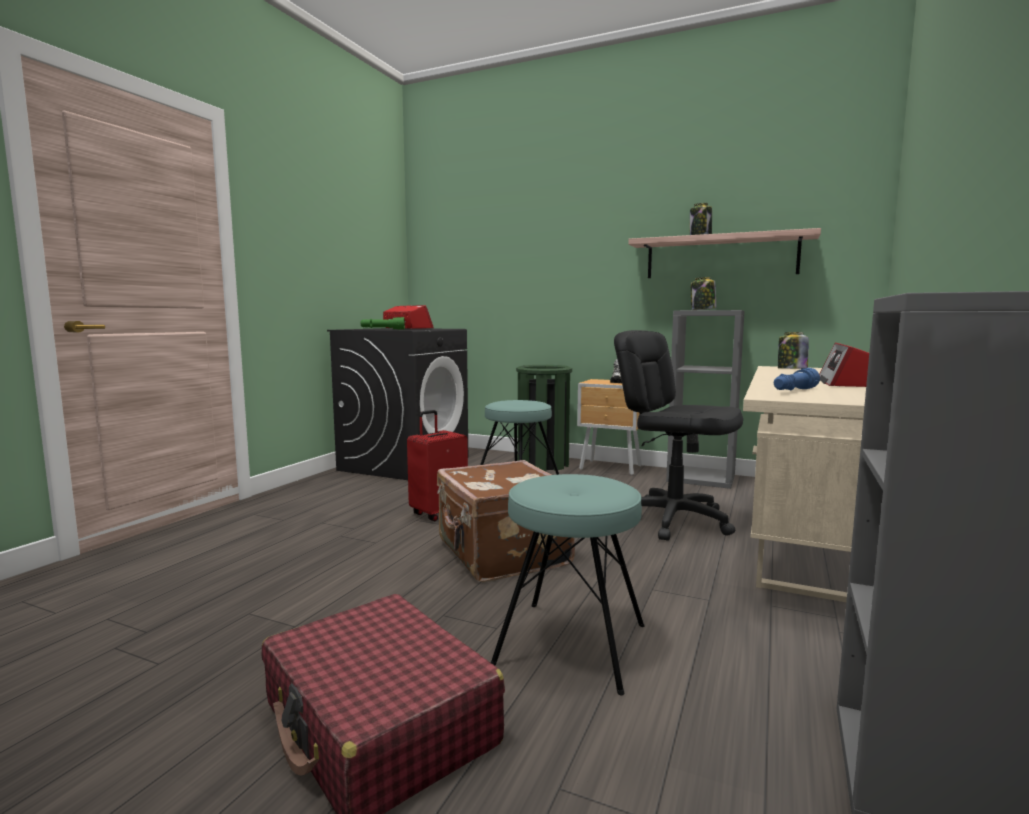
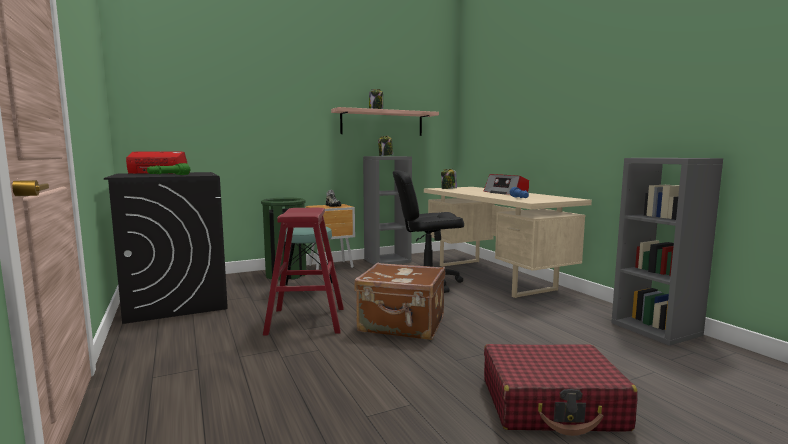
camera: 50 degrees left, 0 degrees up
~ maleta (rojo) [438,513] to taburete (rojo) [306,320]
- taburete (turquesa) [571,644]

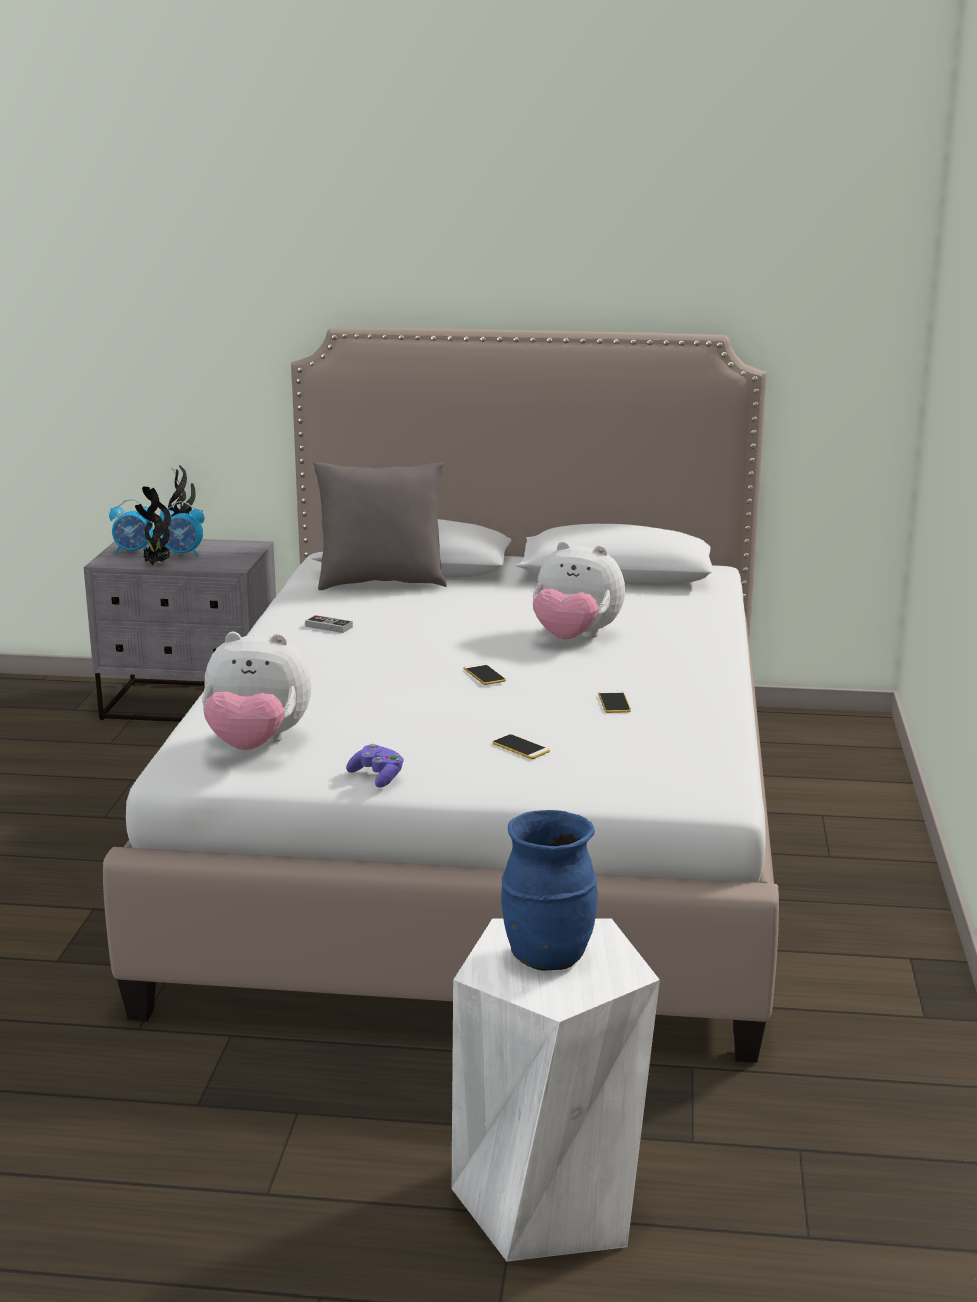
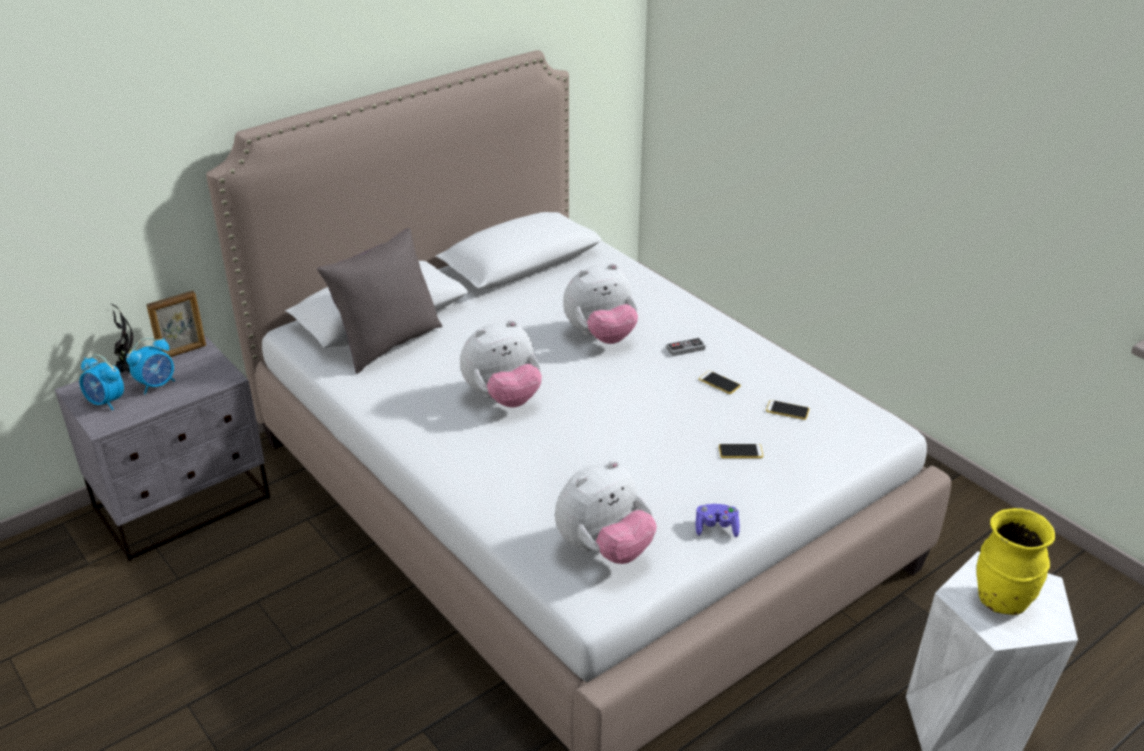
camera: 45 degrees left, 15 degrees up
- planta en maceta [156,564]
~ despertador [134,552] = [106,402] 75 degrees clockwise
~ mando de consola [329,627] to [685,349]
~ móvil [484,675] to [787,410]
~ florero (azul) [547,956] to florero (amarillo) [1001,600]
+ portarretratos [183,352]
+ peluche [503,398]

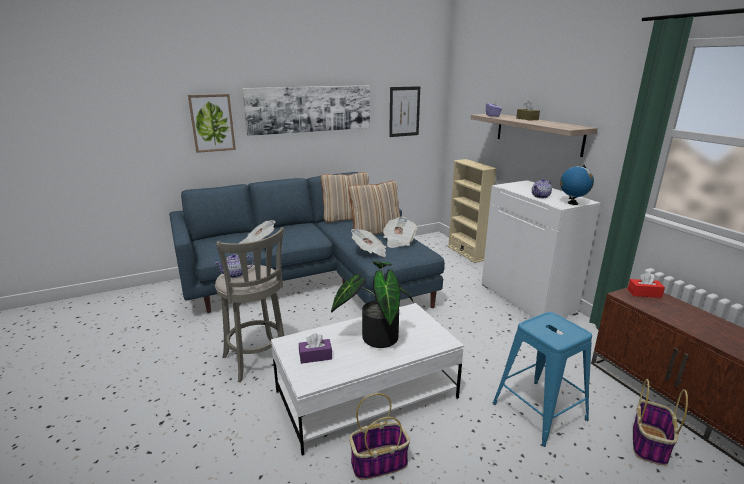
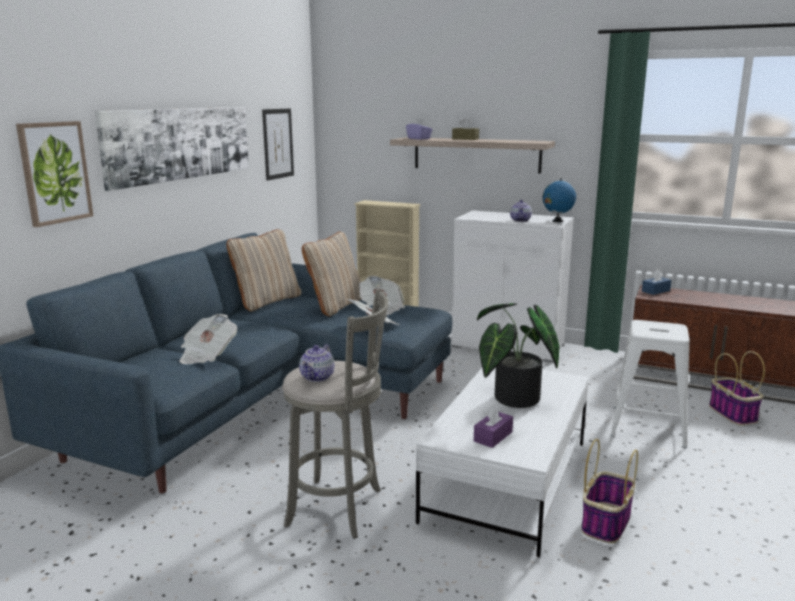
camera: 40 degrees left, 5 degrees down
~ caja de pañuelos (rojo) [644,293] to caja de pañuelos (azul) [655,291]
~ taburete (azul) [538,411] to taburete (blanco) [647,426]

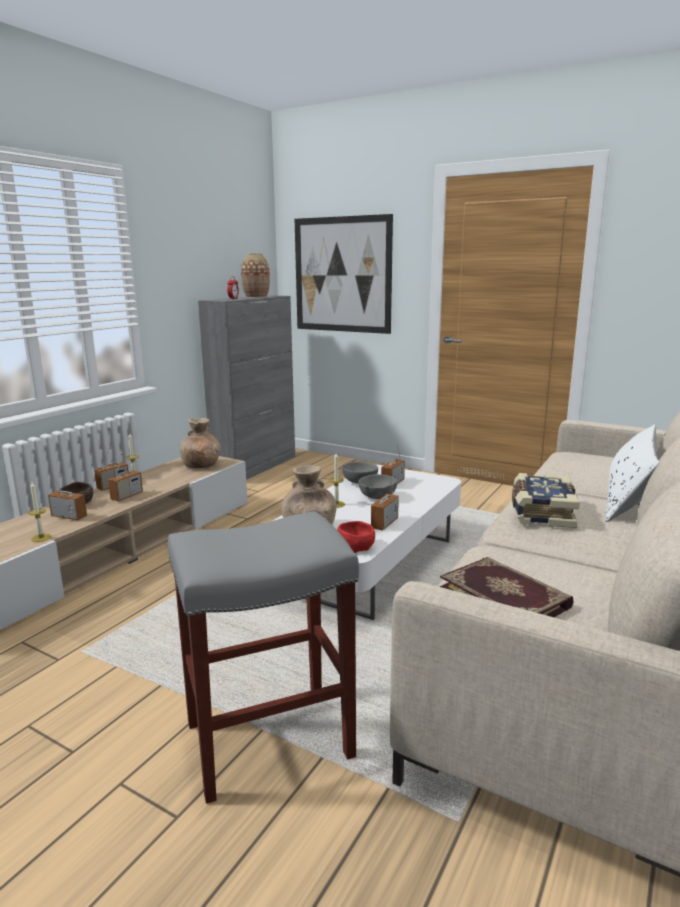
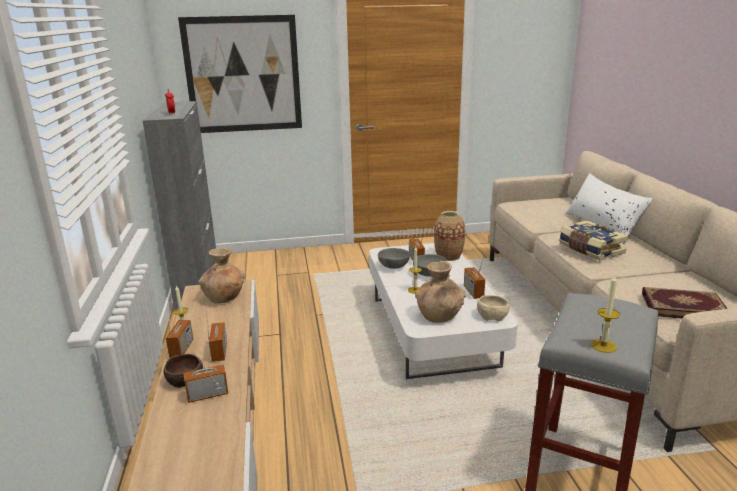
camera: 40 degrees left, 5 degrees up
~ florero [256,297] to [448,256]
~ vela [41,538] to [603,346]
~ cuenco (rojo) [356,546] to cuenco (beis) [492,315]

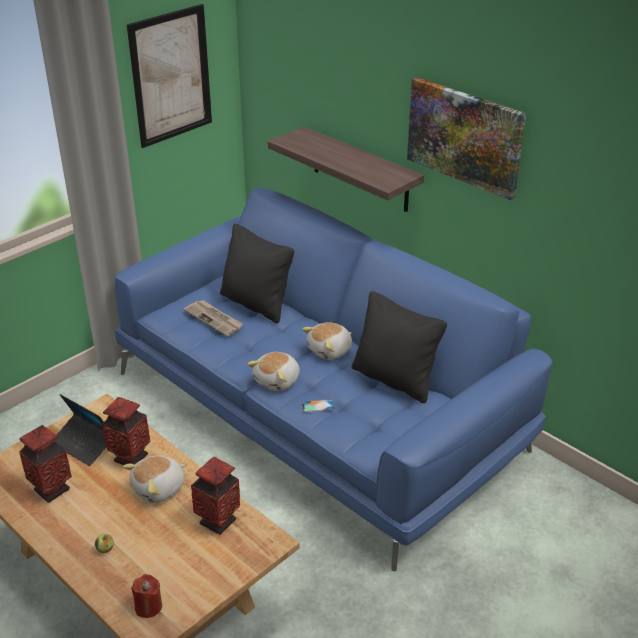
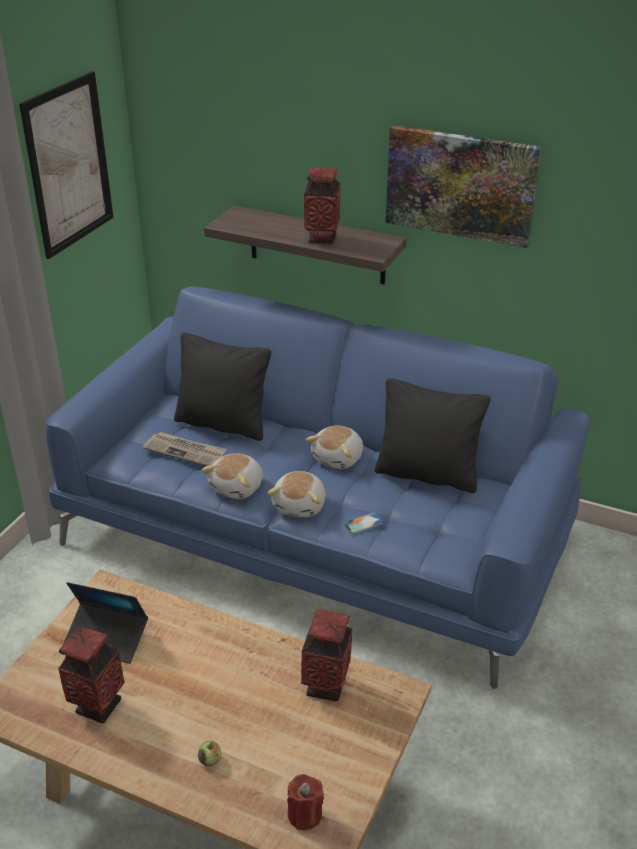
camera: 20 degrees left, 0 degrees up
~ florero [130,458] to [322,239]
~ peluche [159,488] to [238,487]

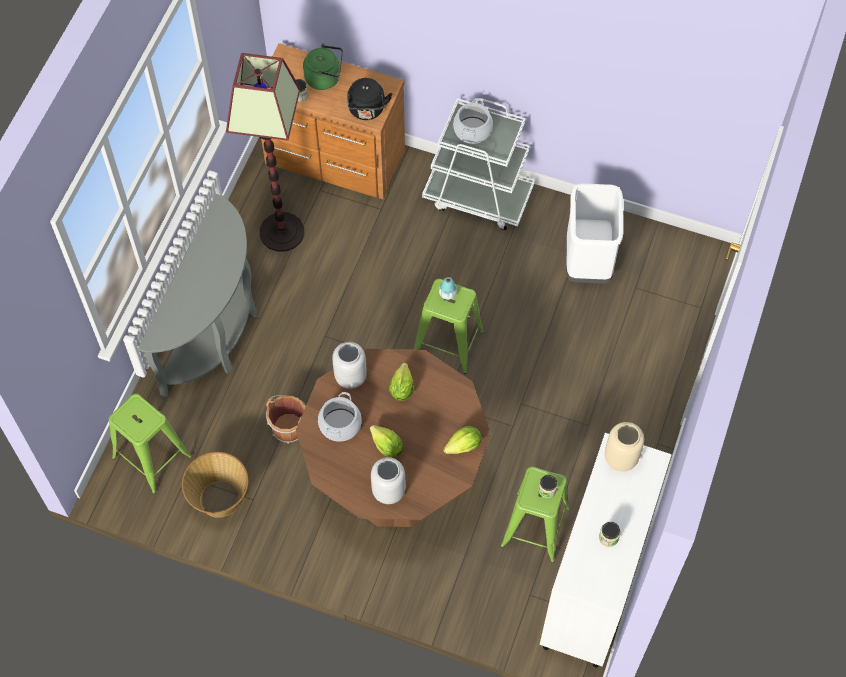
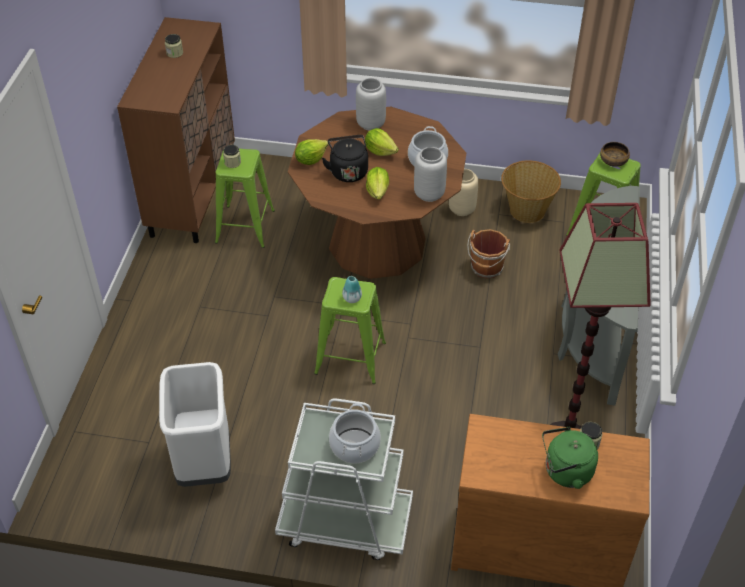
camera: 170 degrees right, 15 degrees down
~ hervidor (negro) [367,110] to [348,171]
~ florero (beis) [620,457] to [462,210]
~ armario (blanco) [592,588] to armario (marrón) [192,194]
+ cuenco [613,161]

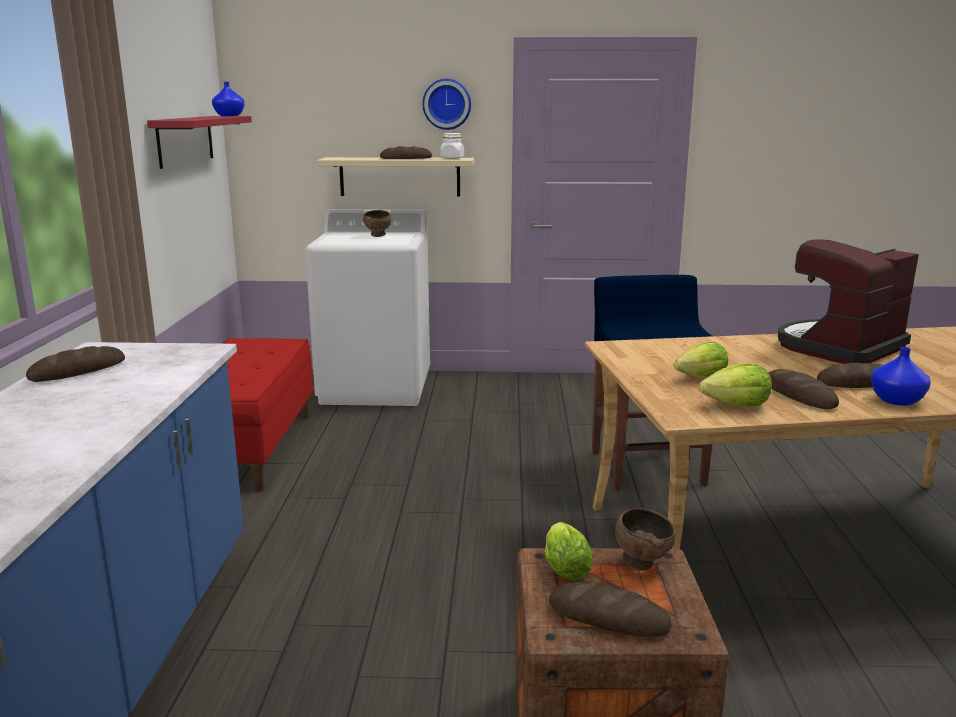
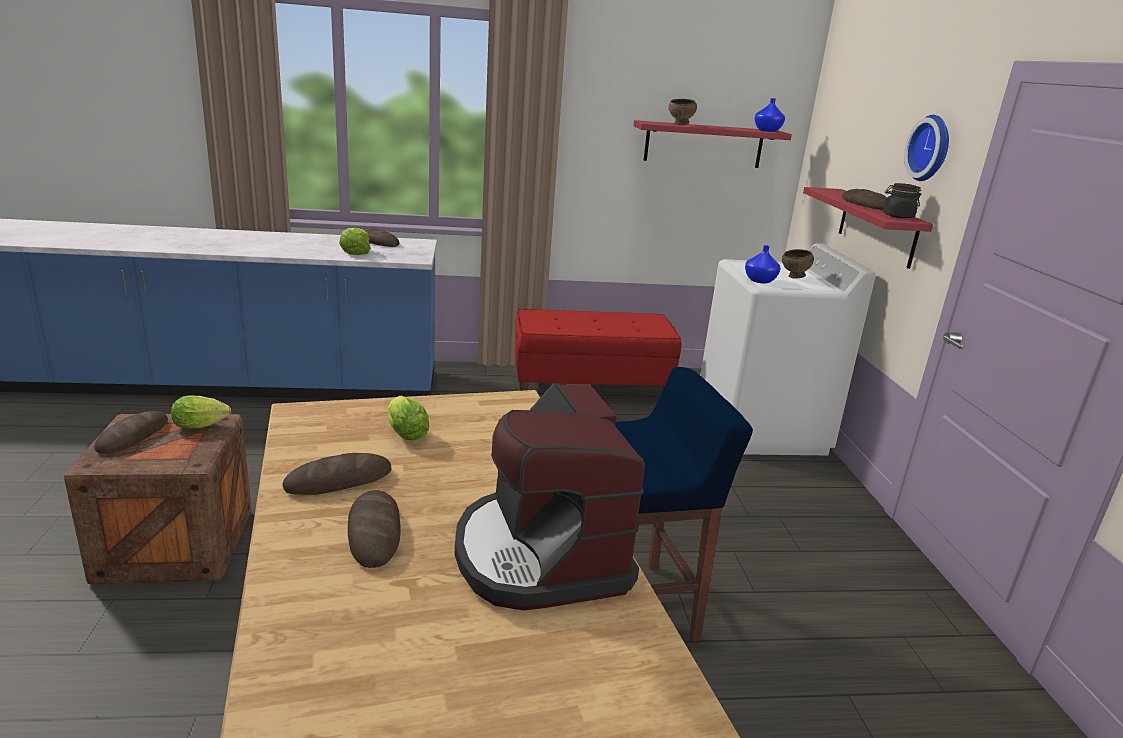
camera: 80 degrees right, 5 degrees up
~ tarro (blanco) [452,158] to tarro (negro) [897,216]
~ estante (beis) [399,176] to estante (rojo) [877,227]
~ cafetera [839,347] = [541,554] 150 degrees counterclockwise
~ florero (azul) [896,400] to [760,281]
~ lechuga [736,405] to [355,252]
~ cuenco (marrón) [642,564] to [681,125]

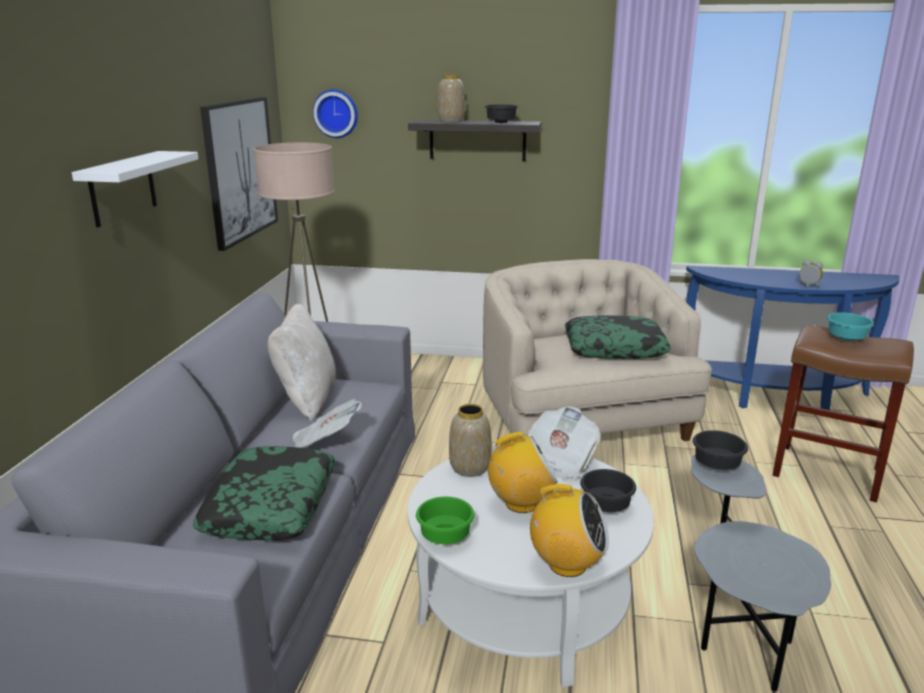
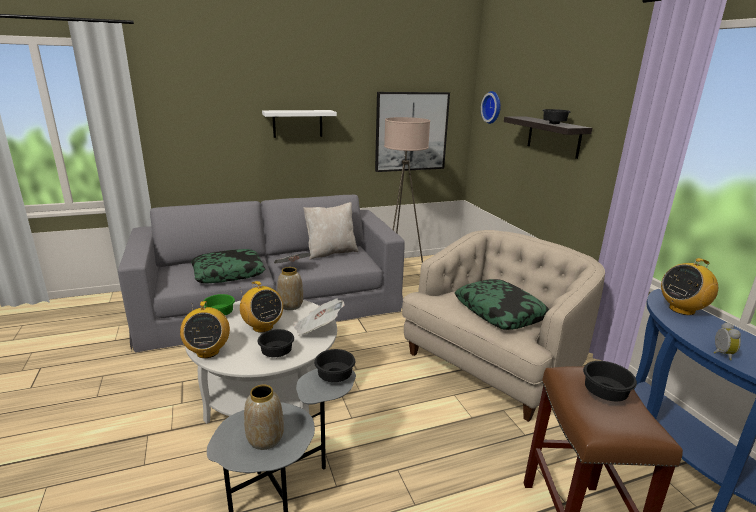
camera: 60 degrees right, 0 degrees up
~ florero [451,121] to [265,439]
~ cuenco (turquesa) [845,338] to cuenco (negro) [603,393]
+ radio [682,309]

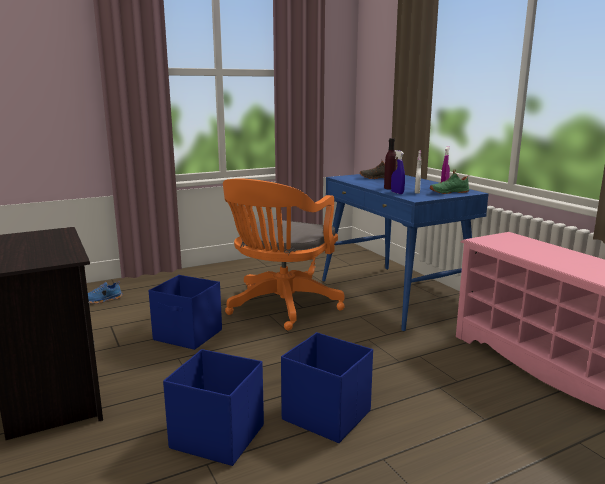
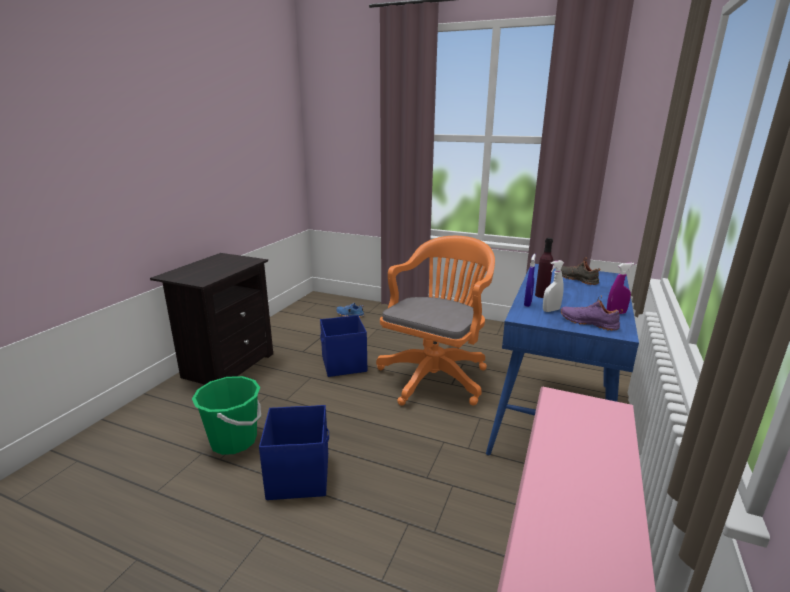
camera: 50 degrees right, 5 degrees up
~ zapato (verde) [448,192] to zapato (morado) [589,322]
~ silla de oficina (naranja) [281,307] = [436,375] 135 degrees clockwise
~ caja de almacenaje (azul) [217,436] to cubo (verde) [234,441]

